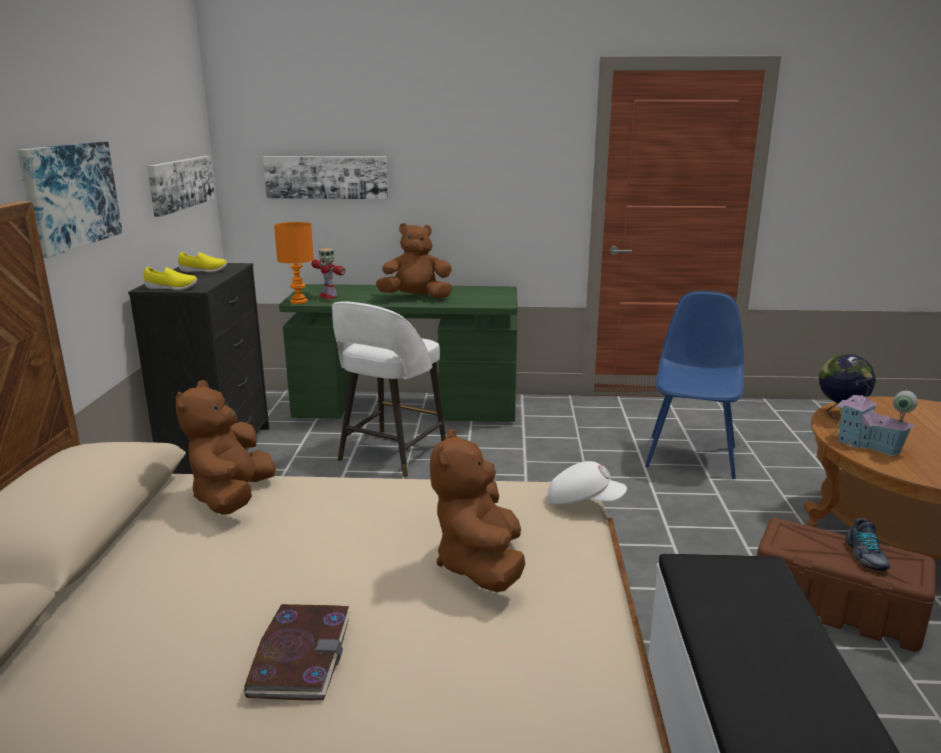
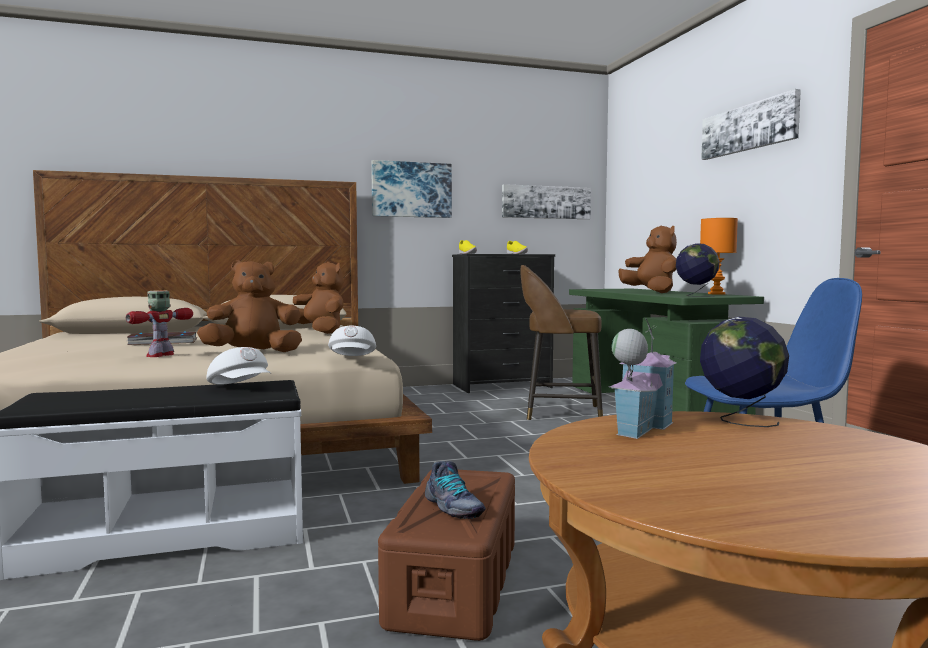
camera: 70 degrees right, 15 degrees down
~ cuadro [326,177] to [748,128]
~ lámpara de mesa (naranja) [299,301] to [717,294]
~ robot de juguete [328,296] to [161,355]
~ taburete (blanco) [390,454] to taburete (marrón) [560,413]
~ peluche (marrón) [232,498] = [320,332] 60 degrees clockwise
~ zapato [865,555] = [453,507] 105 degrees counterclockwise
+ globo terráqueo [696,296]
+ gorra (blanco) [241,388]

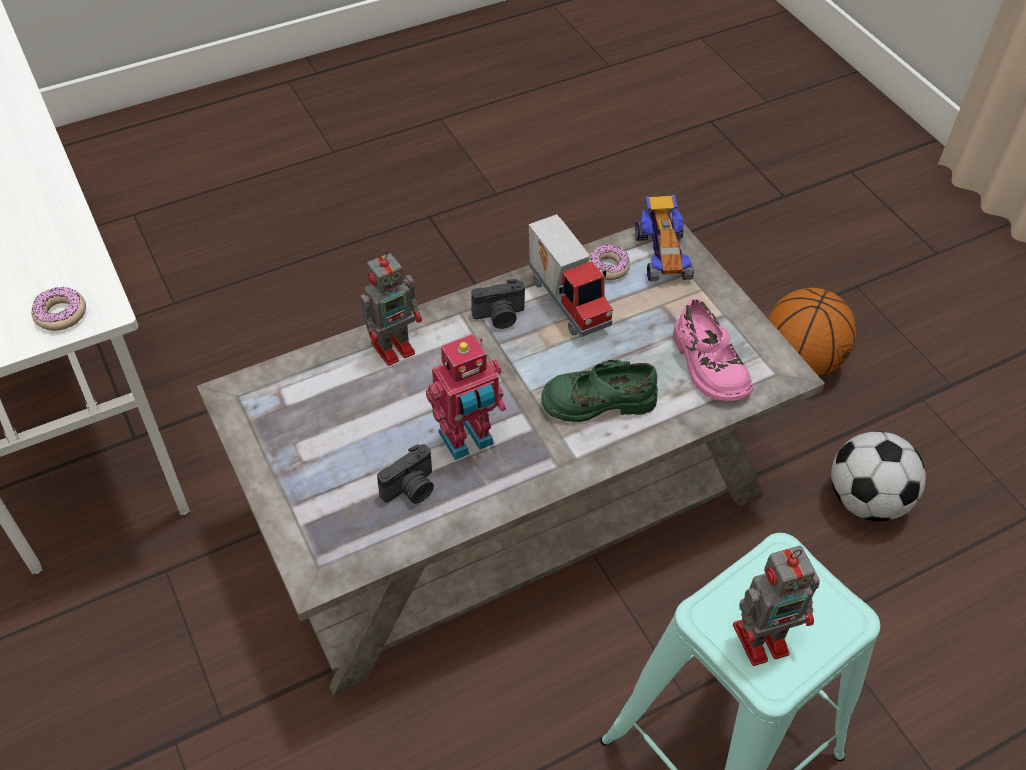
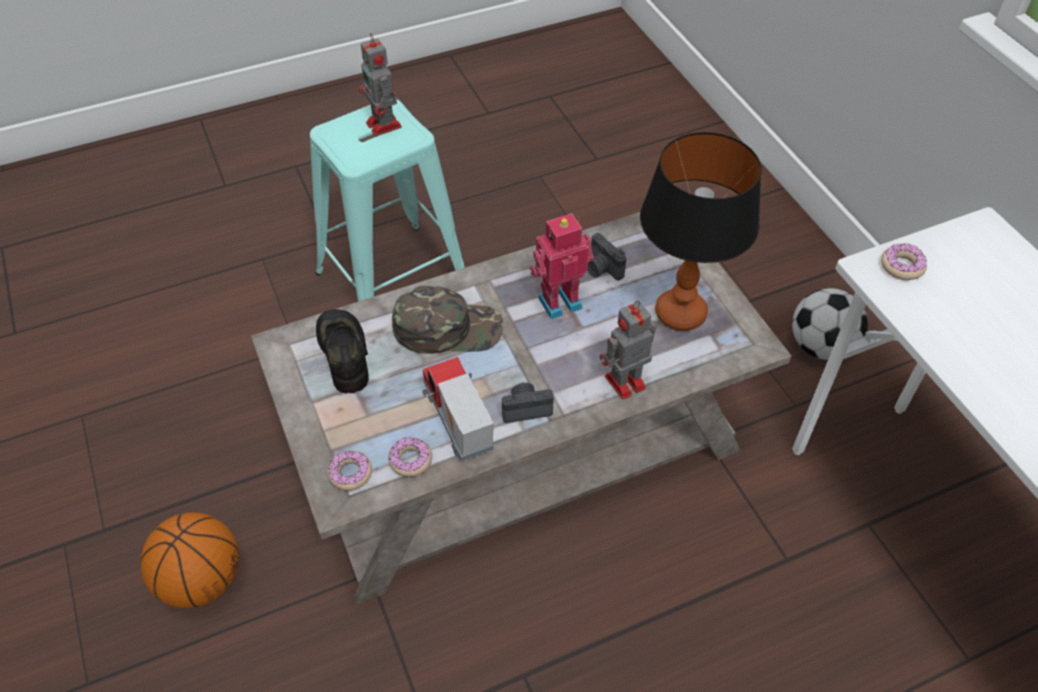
camera: 175 degrees left, 0 degrees up
~ coche de juguete [662,254] to rosquilla [350,473]
~ zapato (rosa) [708,365] to zapato (negro) [345,354]
~ zapato (verde) [598,400] to gorra (verde) [448,328]
~ balón de fútbol [865,500] to [821,346]
~ cámara [411,489] = [601,269] 90 degrees counterclockwise
~ robot de juguete [763,638] = [384,126] 105 degrees counterclockwise
+ lámpara de mesa [681,313]

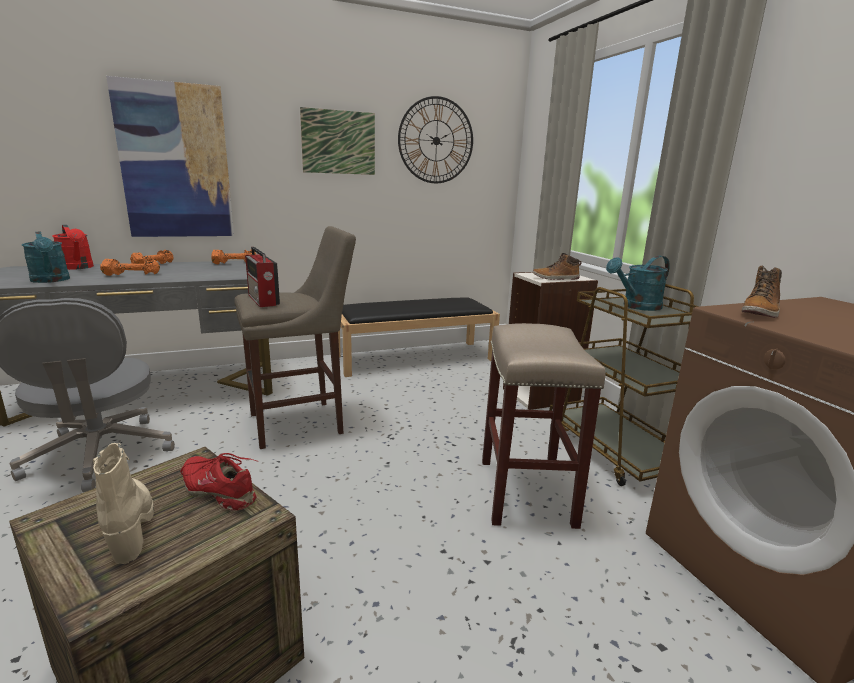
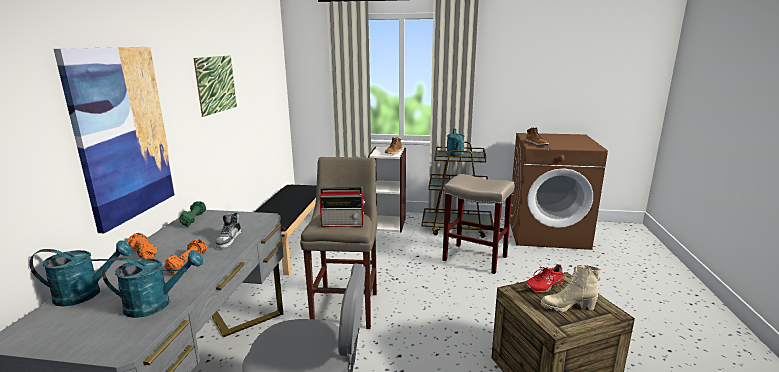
camera: 60 degrees left, 0 degrees up
- reloj de pared [436,141]
~ regadera (rojo) [78,267] to regadera (turquesa) [86,294]
~ mancuerna (naranja) [234,263] to mancuerna (verde) [193,219]
+ zapato [229,239]

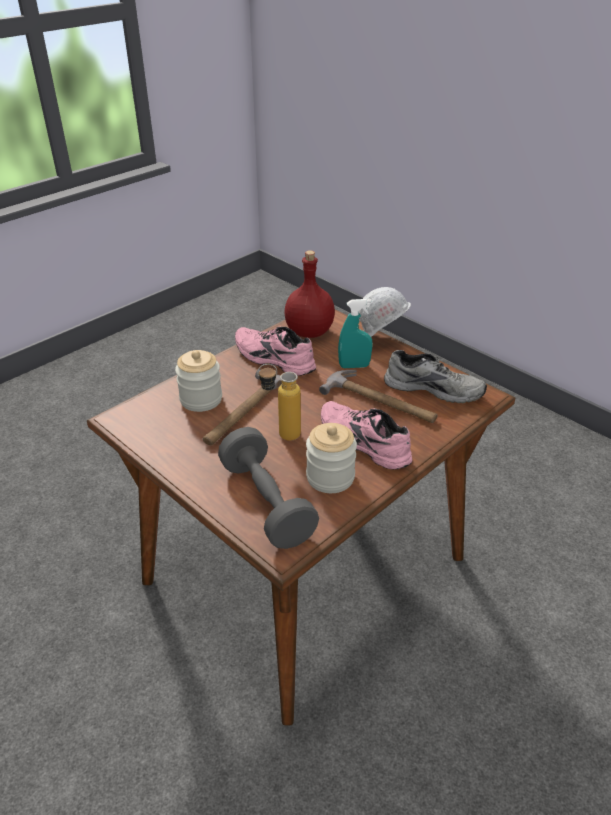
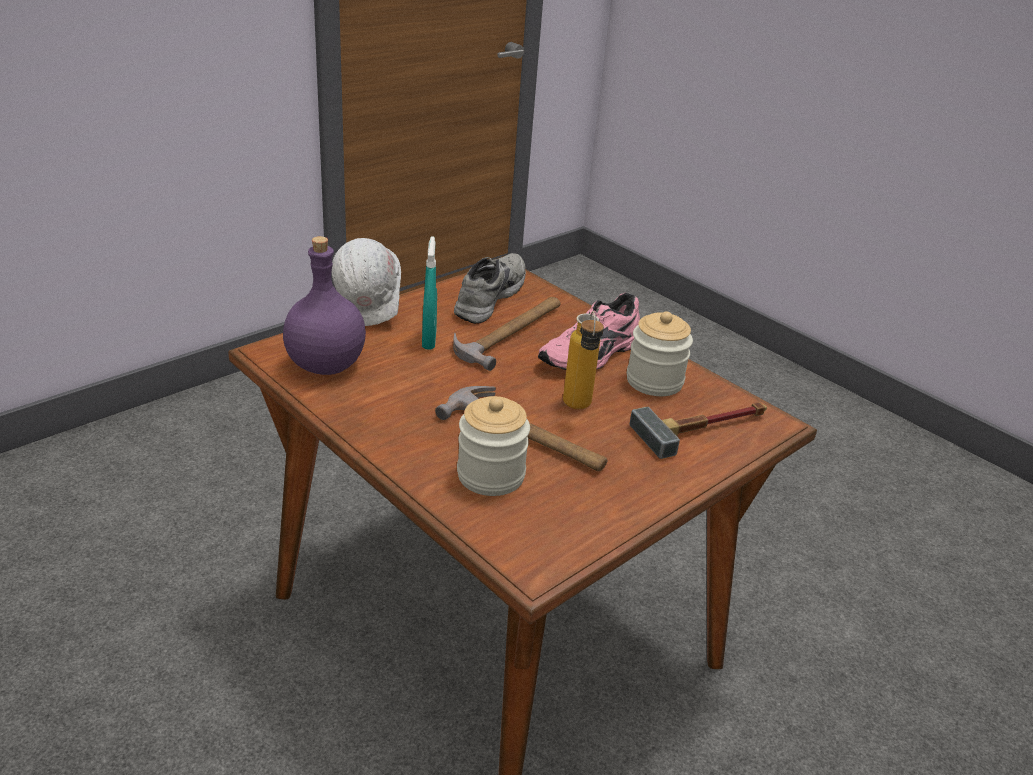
camera: 90 degrees left, 5 degrees down
~ botella (rojo) [310,331] to botella (morado) [325,365]
- zapato (rosa) [272,359]
~ mancuerna (gris) [266,503] to martillo [705,428]

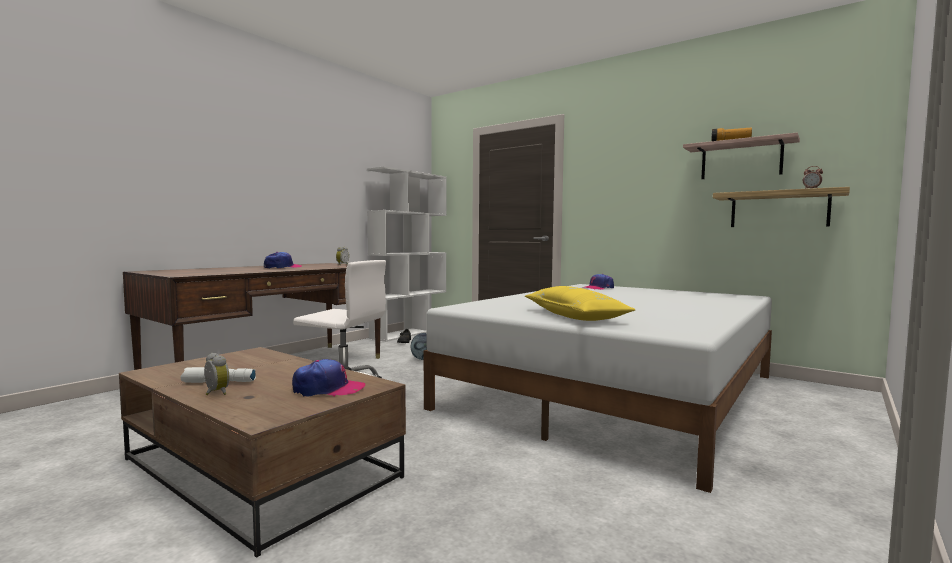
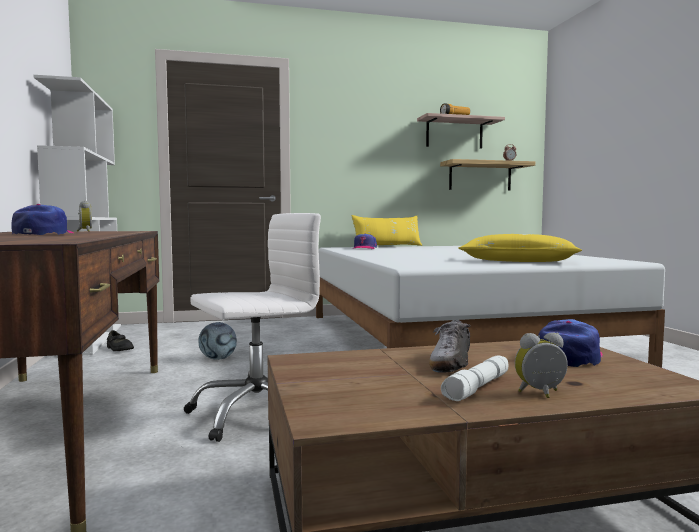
camera: 50 degrees left, 0 degrees up
+ cojín (amarillo) [387,246]
+ zapato [450,362]

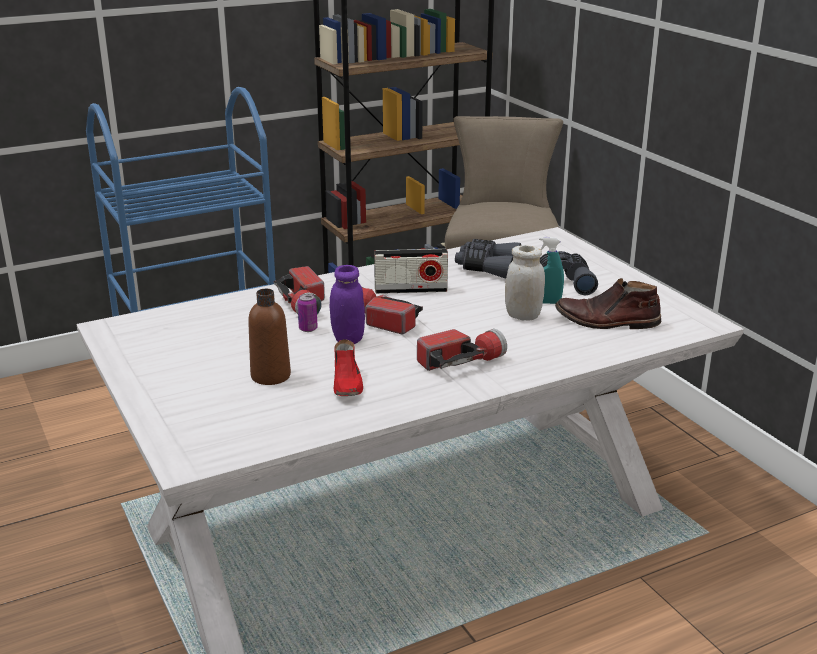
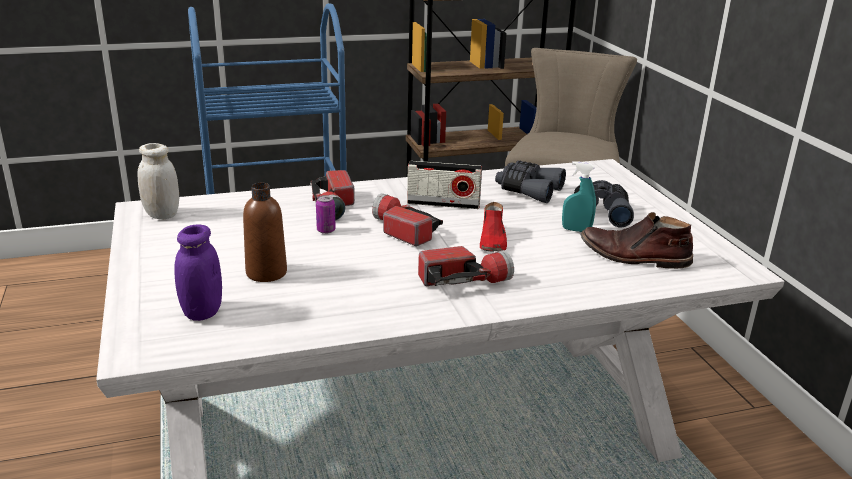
camera: 10 degrees right, 0 degrees up
~ tarro (blanco) [523,316] to [162,215]
~ tarro (morado) [348,339] to [202,312]
~ zapato (rojo) [347,383] to [493,241]

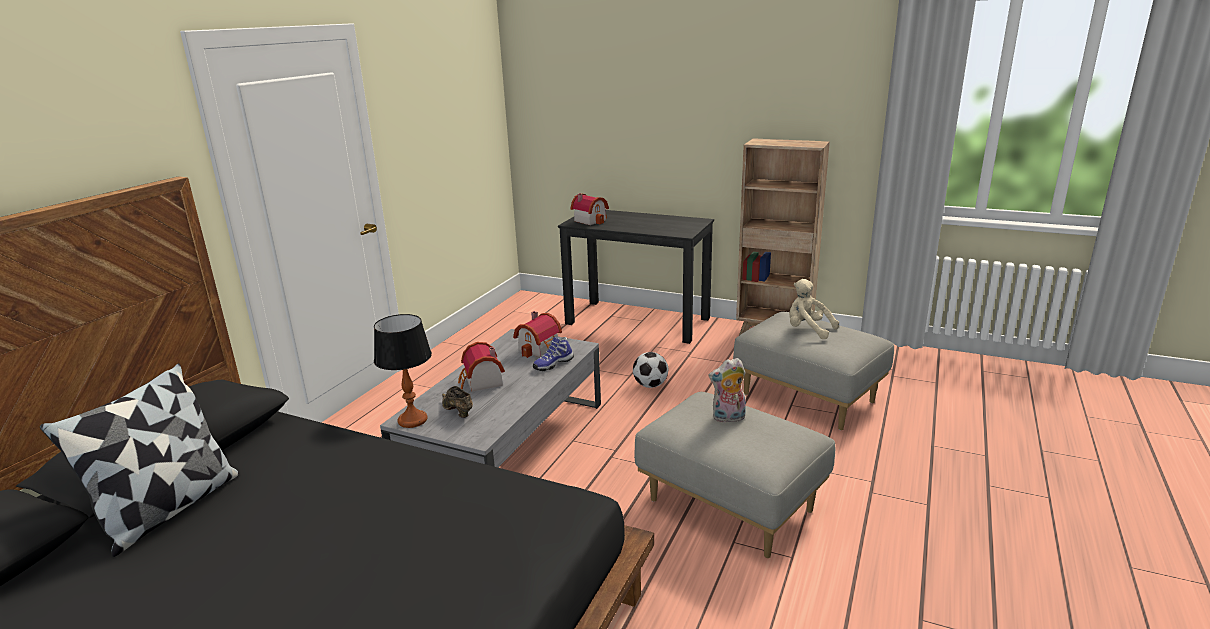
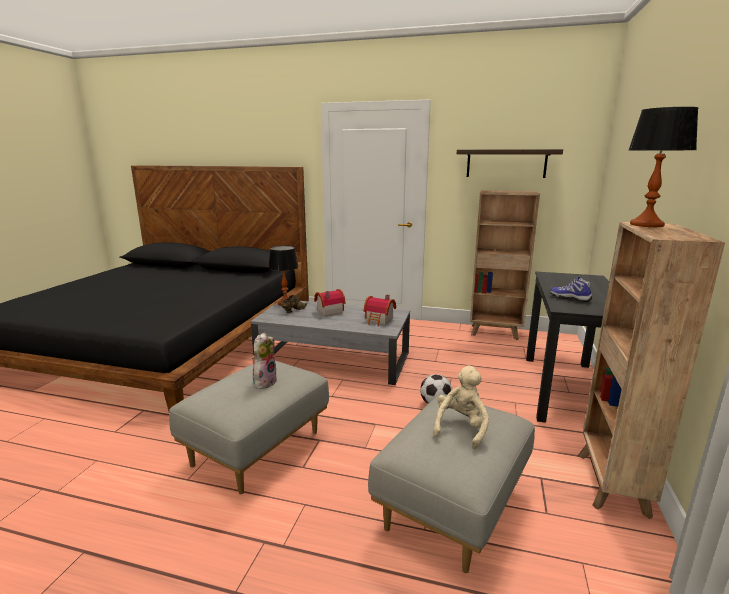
camera: 80 degrees right, 5 degrees down
- casita [591,220]
~ zapato [552,364] to [570,298]
~ peluche [728,418] = [264,382] 45 degrees clockwise
- cojín [169,508]
+ lámpara de mesa [646,225]
+ estante [506,163]
+ estantería (marrón) [495,333]

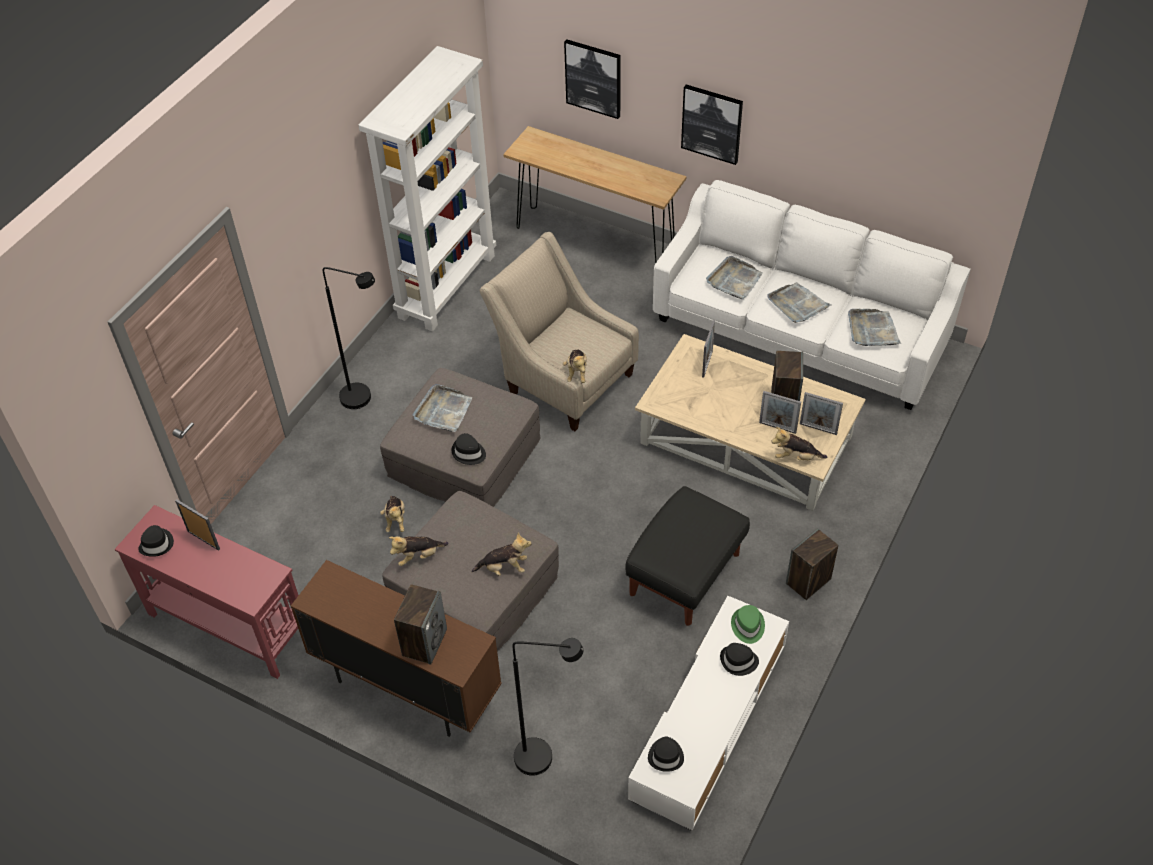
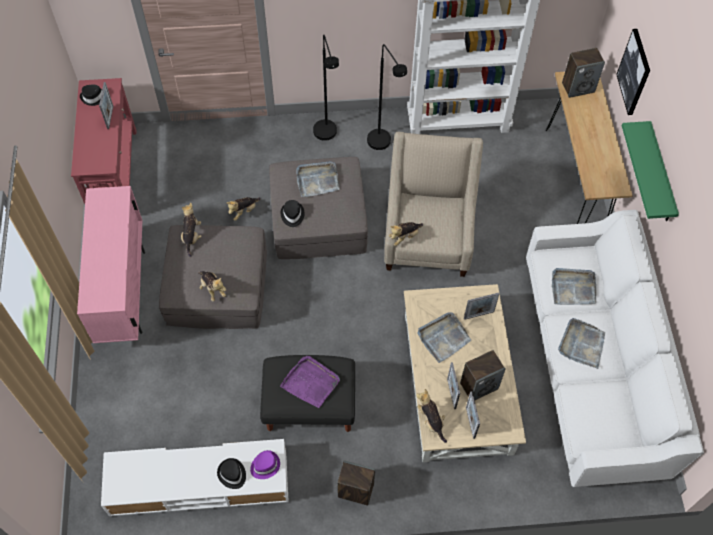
camera: 55 degrees right, 10 degrees up
~ cuadro [712,123] to estante (verde) [660,175]
~ bandeja (gris) [872,330] to [443,338]
~ peluche [418,556] = [191,236] 60 degrees clockwise
~ armario (marrón) [407,688] to armario (rosa) [124,292]
~ altavoz [424,642] to [578,87]
~ sombrero (verde) [747,626] to sombrero (morado) [265,465]
~ lámpara de pie (negro) [544,757] to [383,145]
- sombrero (negro) [666,756]
+ bandeja (morado) [311,382]

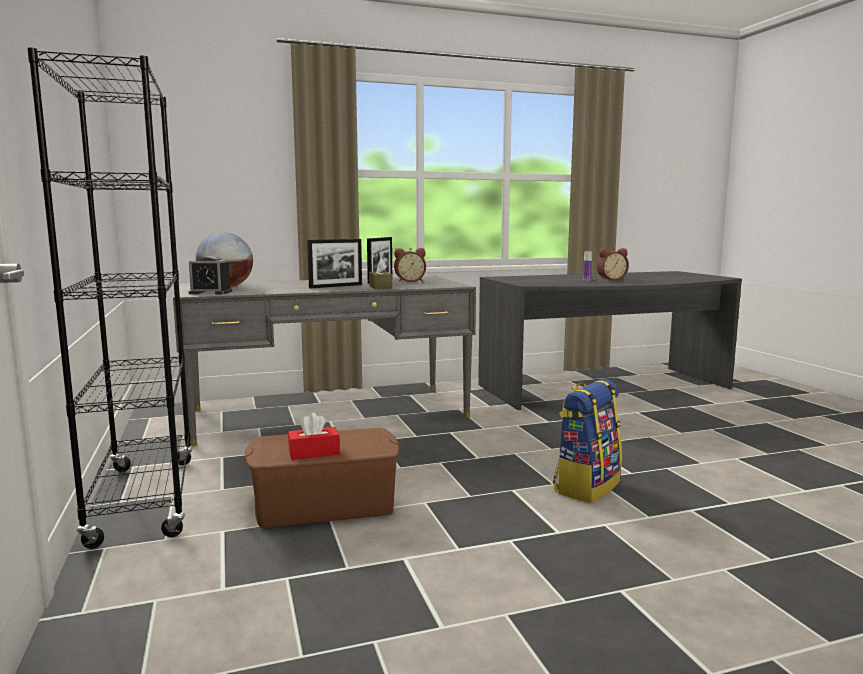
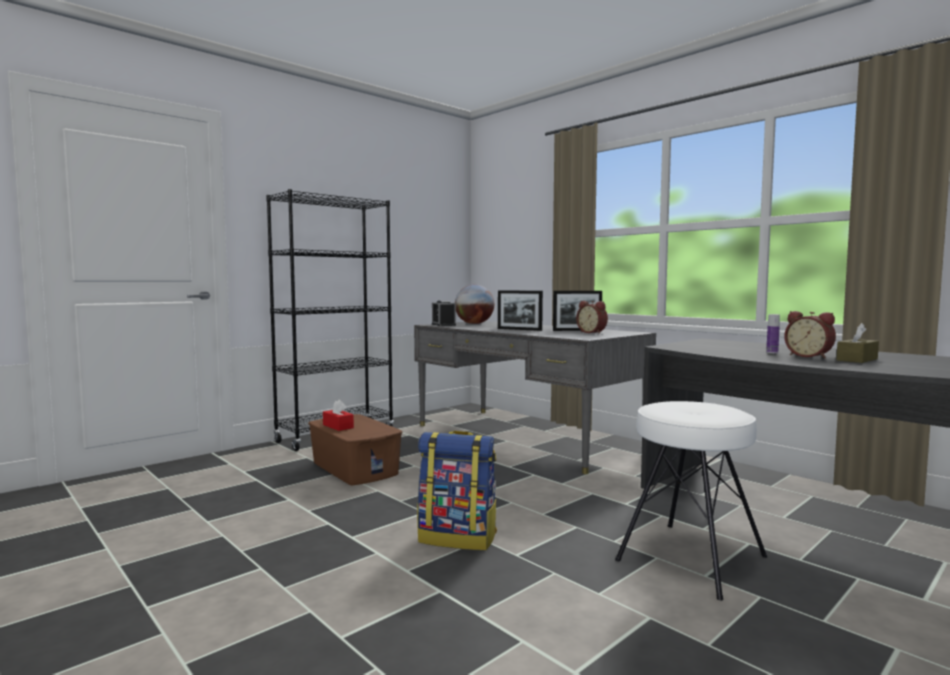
camera: 65 degrees right, 5 degrees down
~ caja de pañuelos (marrón) [380,287] to [857,359]
+ taburete (blanco) [690,558]

